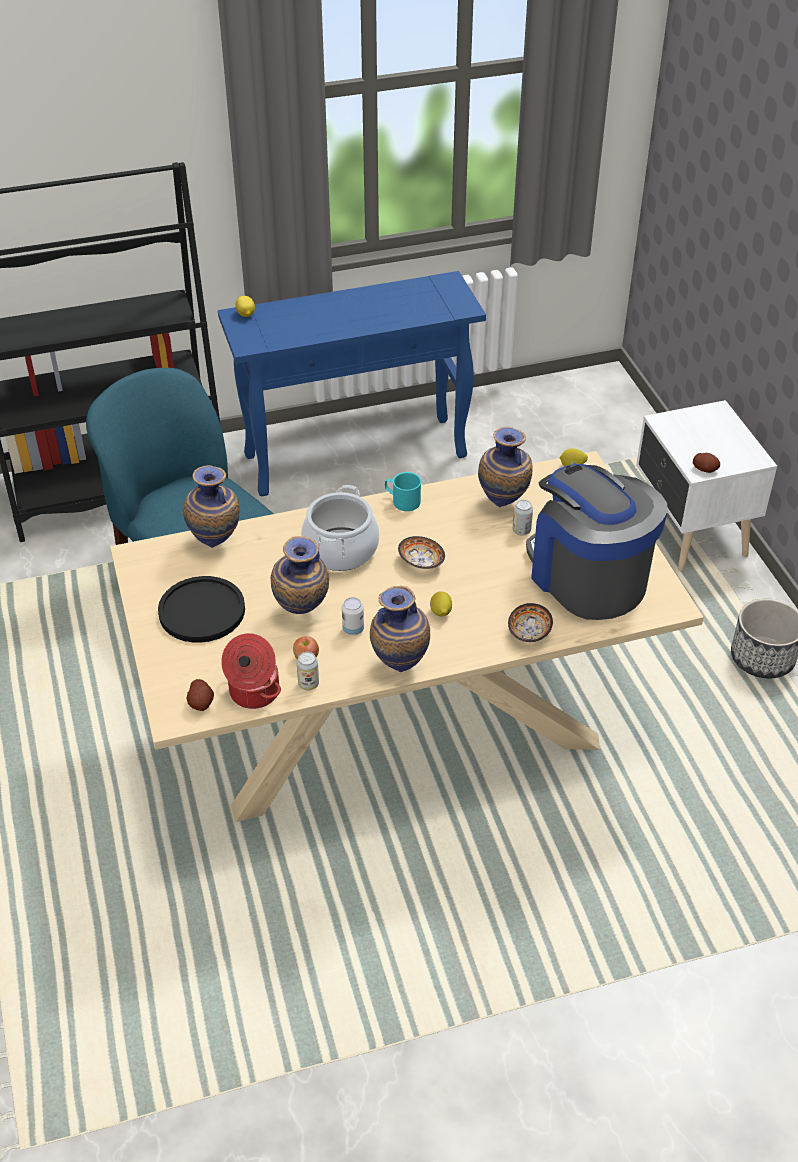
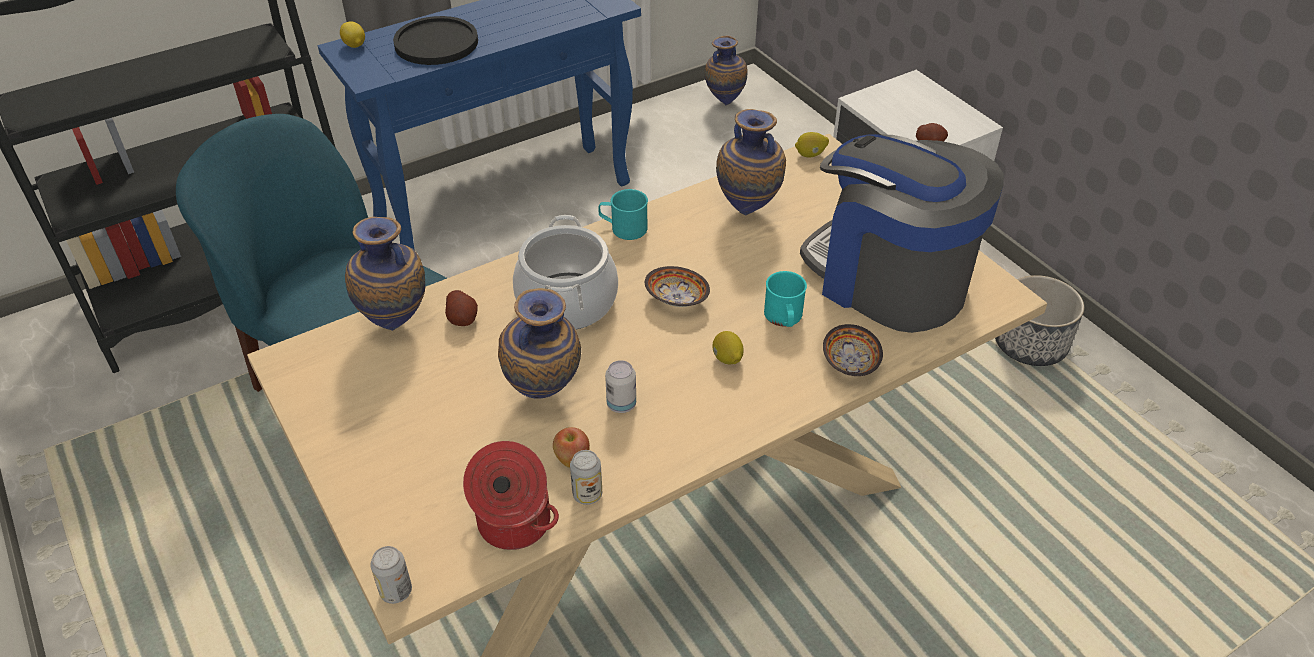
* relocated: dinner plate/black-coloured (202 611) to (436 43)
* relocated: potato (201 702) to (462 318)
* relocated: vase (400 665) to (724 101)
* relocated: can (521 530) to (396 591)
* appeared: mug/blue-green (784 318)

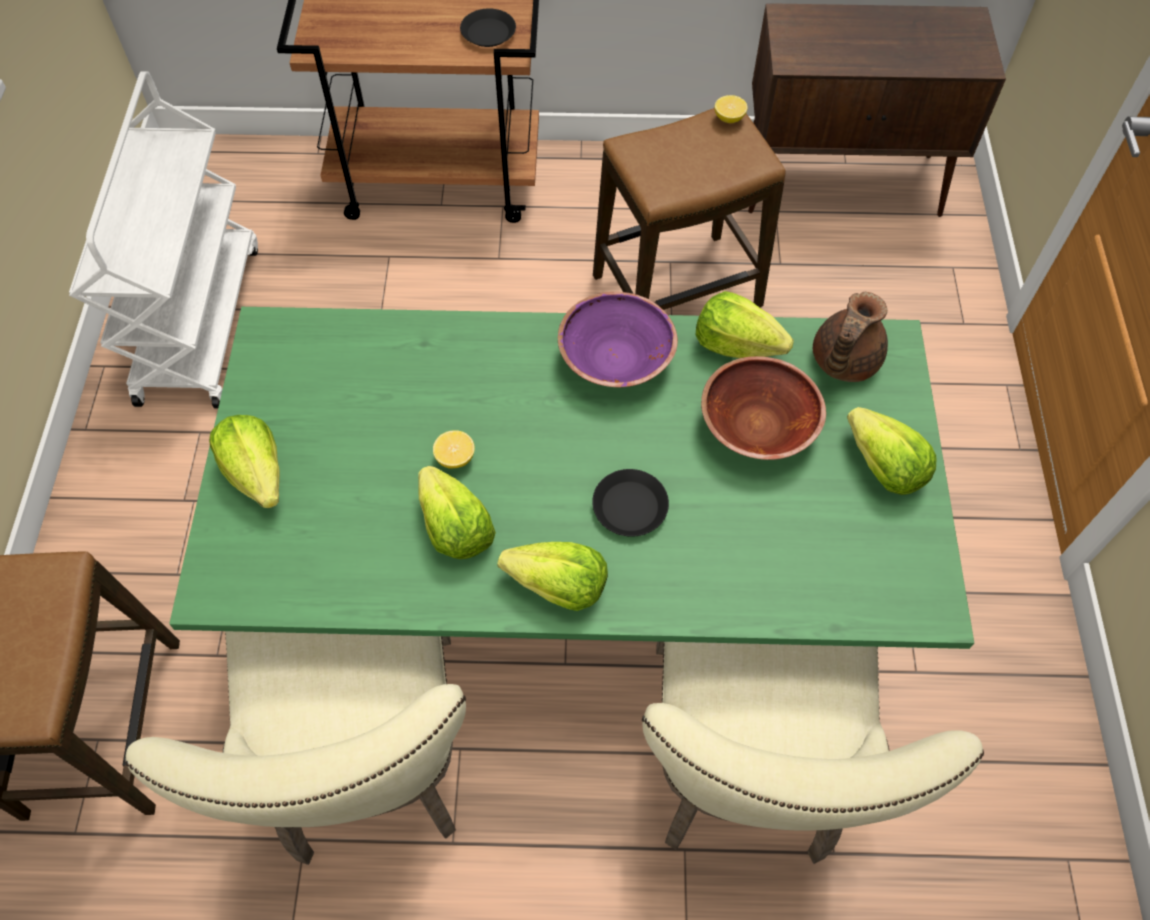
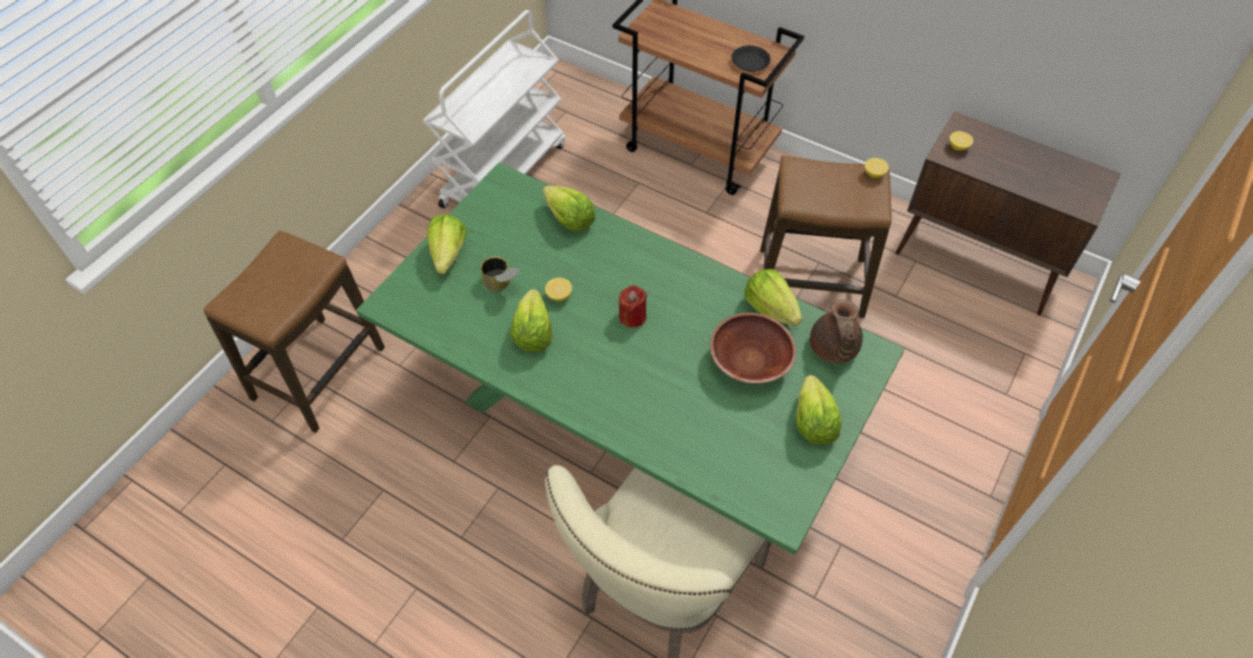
* missing: upright chair/sand-coloured (370 762)
* relocated: lettuce (558 587) to (569 219)
* missing: deep dish/purplish (615 359)
* missing: dinner plate/black-coloured (630 506)
* spun: teapot/brownish (842 361) = (833 349) 60 degrees counterclockwise
* appeared: can (502 285)
* appeared: candle/red (632 316)
* appeared: citrus fruit (958 147)

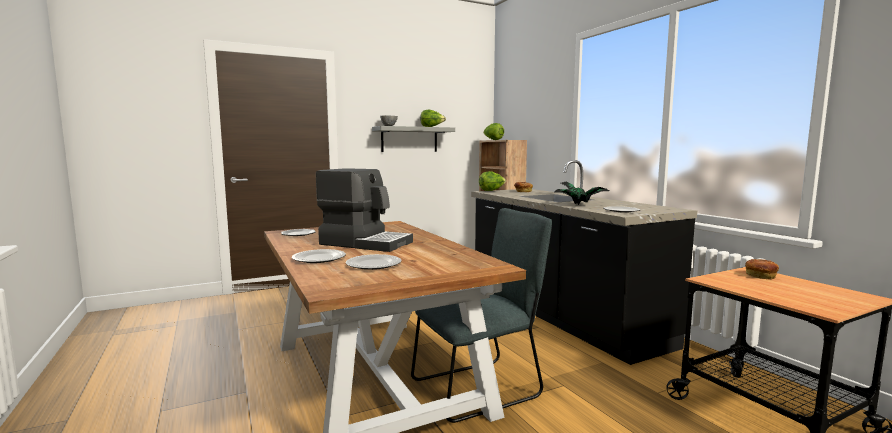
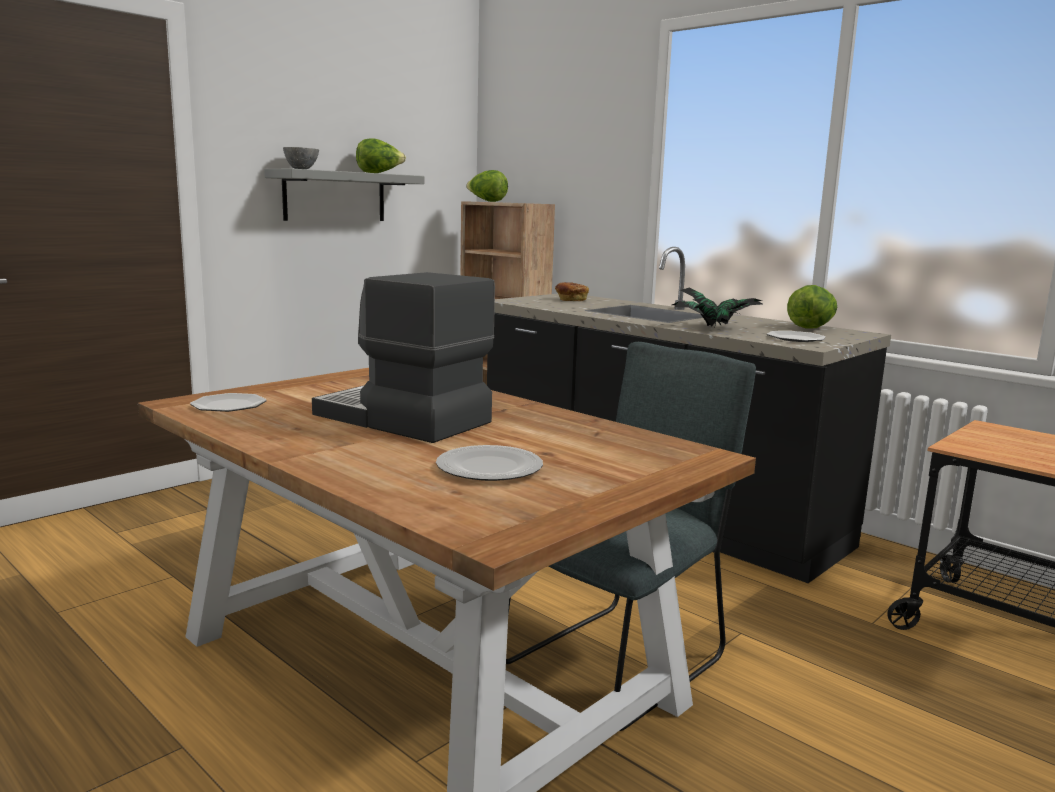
* missing: dinner plate (319 258)
* spun: coffee machine (366 243) = (401 419) 150 degrees counterclockwise
* relocated: lettuce (492 190) to (811 327)
* missing: bread (760 276)

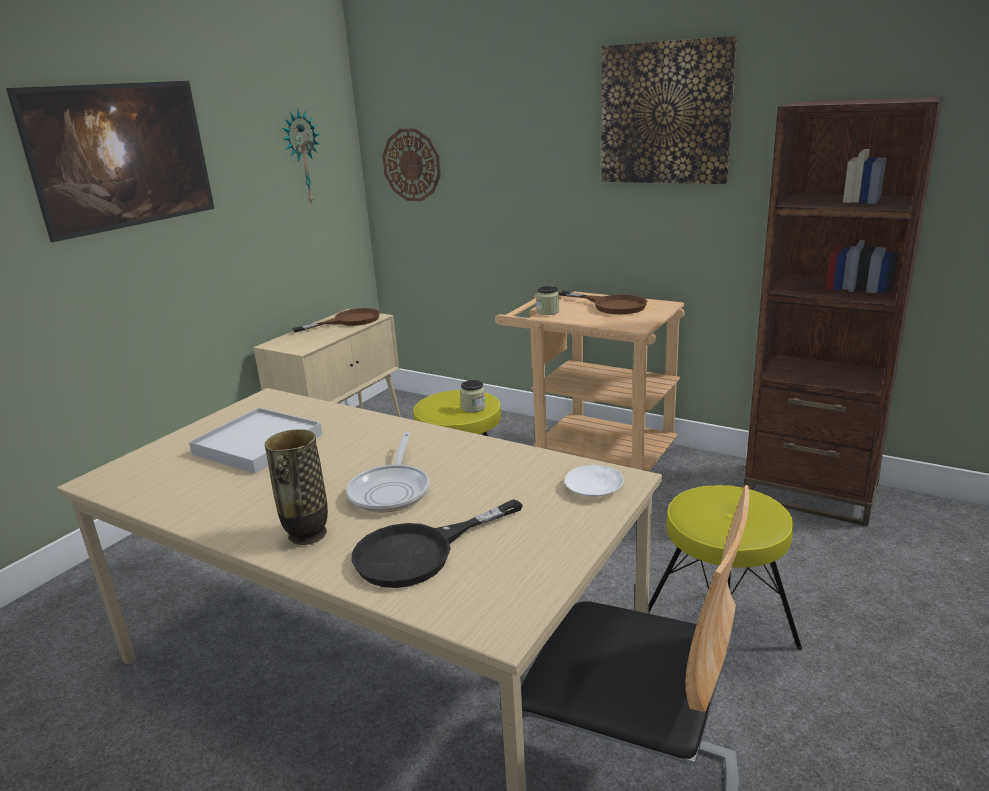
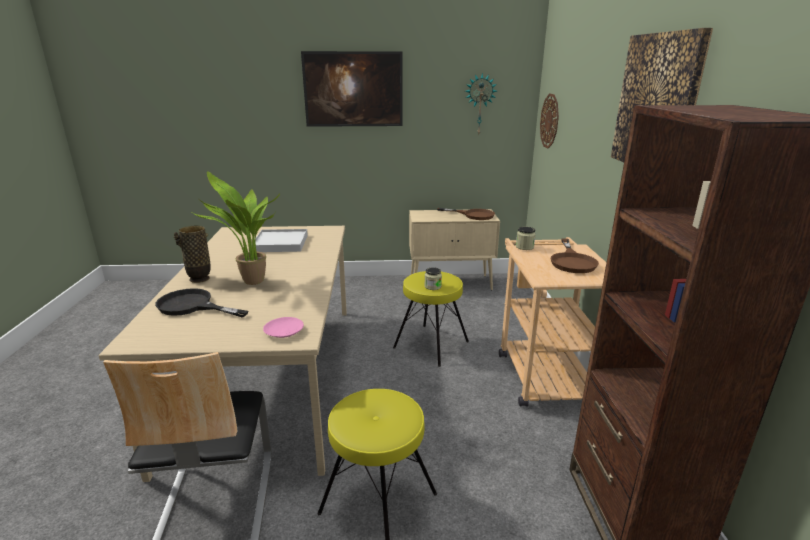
* exchanged: frying pan (391 490) to potted plant (250 283)
* colour: dinner plate/white-coloured (594 487) to dinner plate/pink-coloured (284 332)

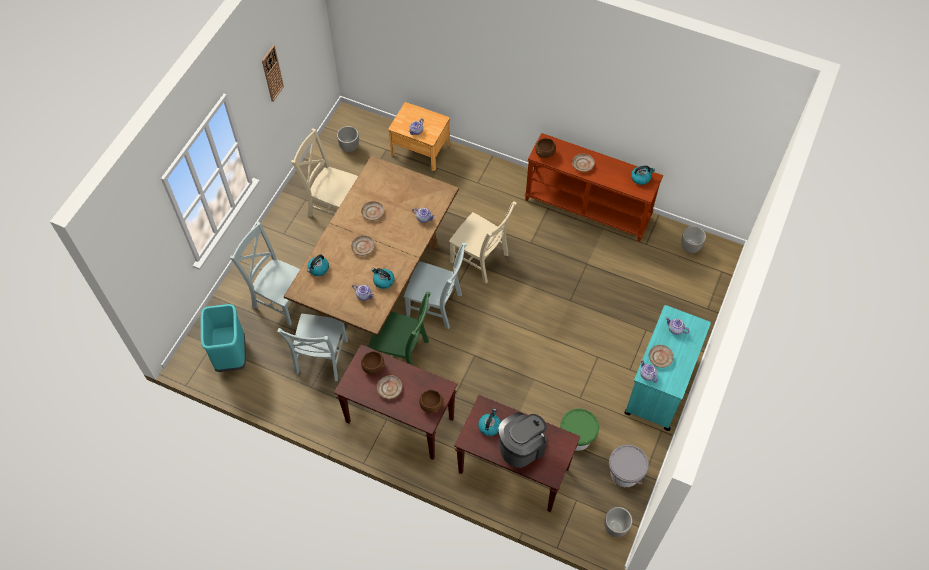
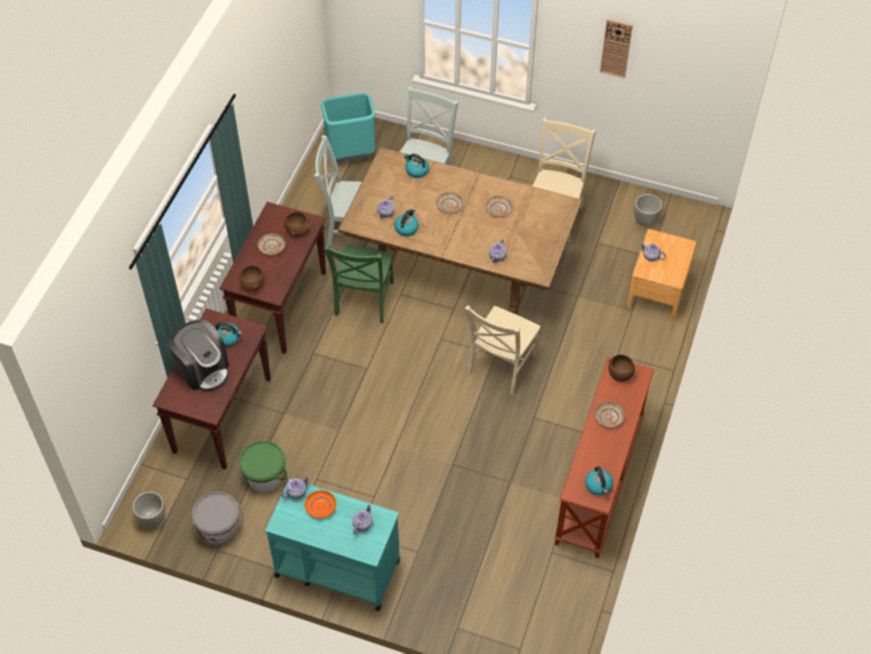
* missing: upright chair/grey (436 306)
* colour: dinner plate/sand-coloured (660 358) to dinner plate/orangey (320 507)
* missing: plant pot (690 247)

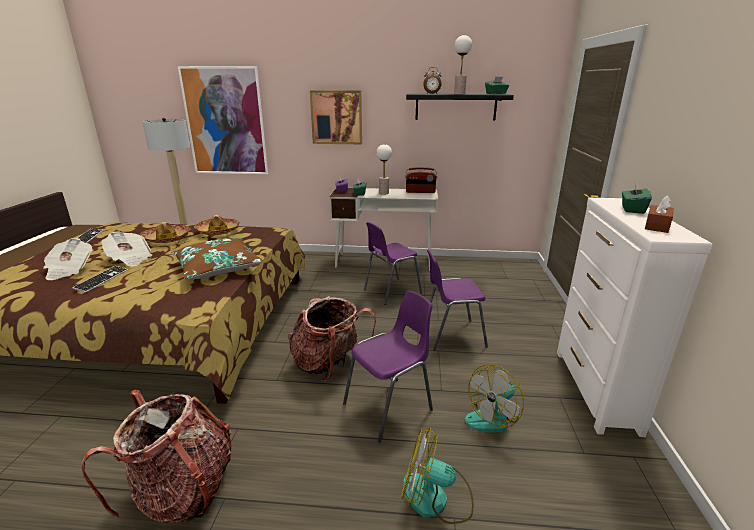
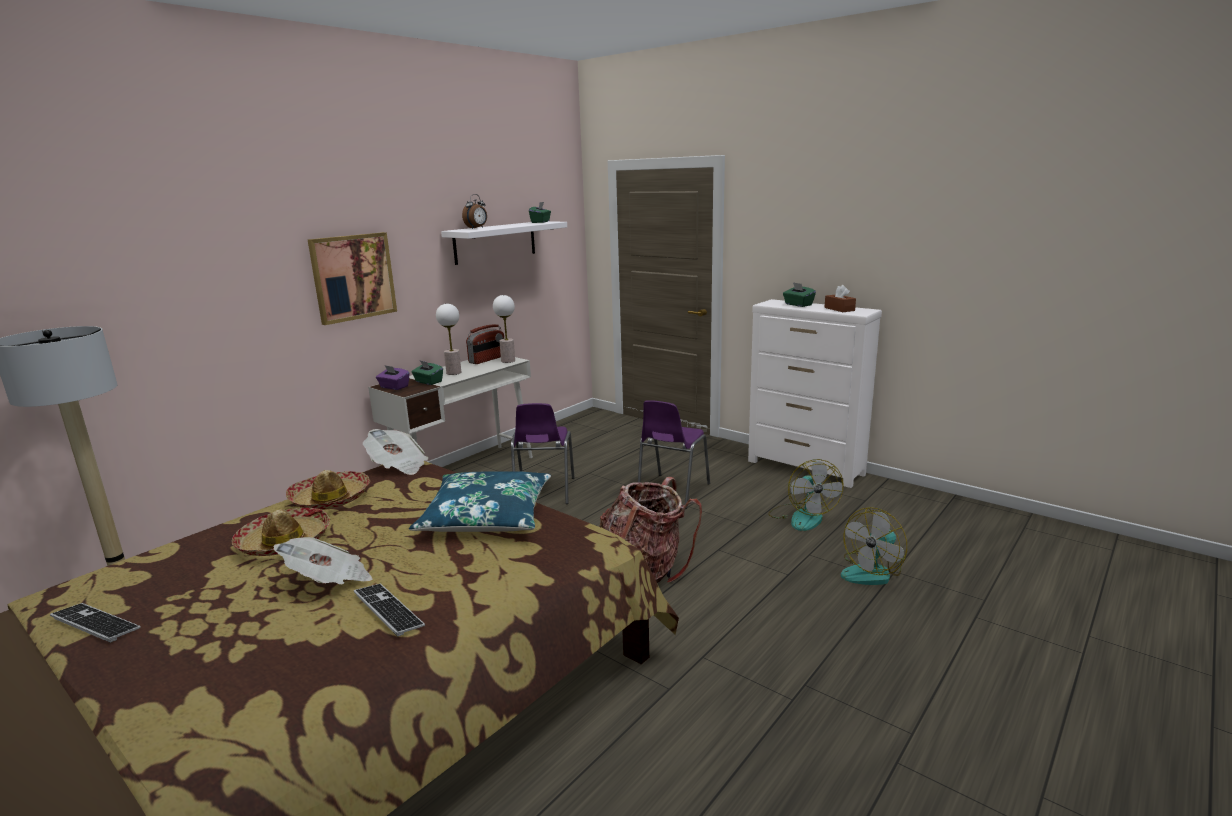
* relocated: printed paper (69 270) to (398 466)
* missing: rucksack (183 490)
* colour: pillow/brownish (217 267) to pillow/bluish (486 516)
* missing: picture (225 122)
* missing: upright chair/purplish (390 407)
* colour: wall shelf/black-coloured (455 107) to wall shelf/white-coloured (495 242)
* relocated: table lamp (459 94) to (508 361)

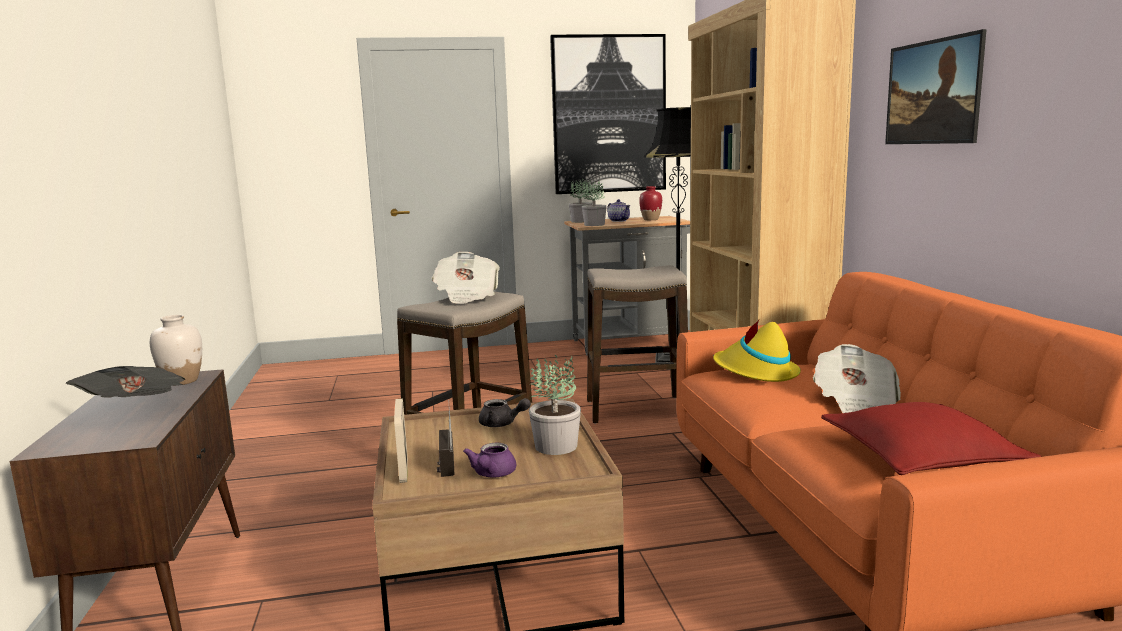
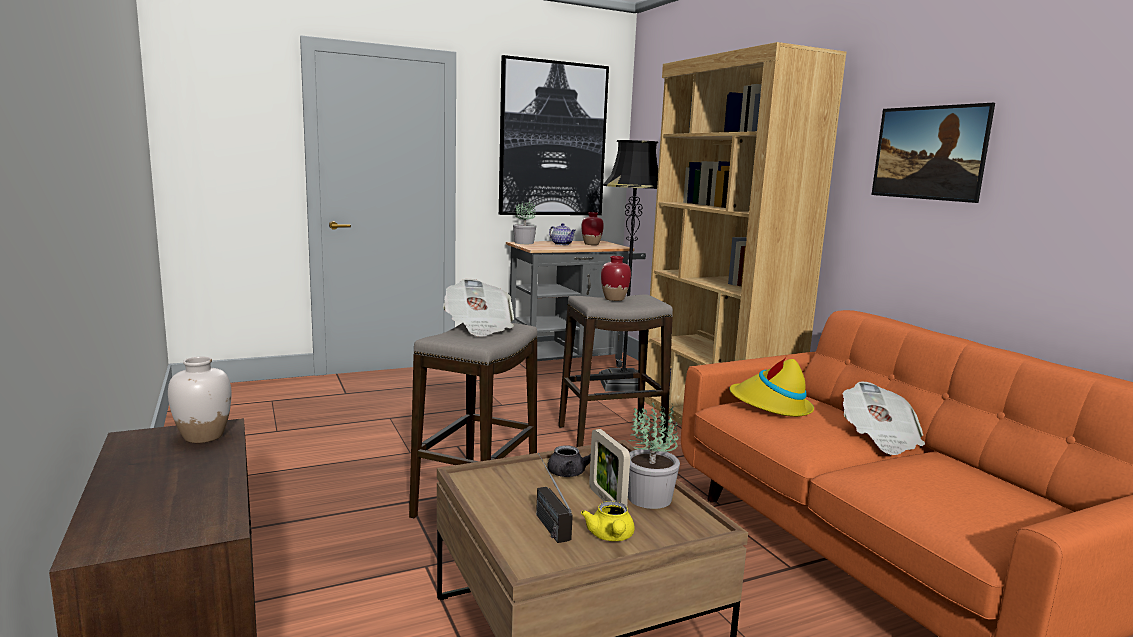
* missing: printed paper (136 410)
* relocated: standing frame (403 470) to (607 501)
* colour: teapot/purplish (492 474) to teapot/yellow (611 537)
* missing: potted plant (594 224)
* missing: pillow/red (921 457)
* appeared: vase/red (614 299)

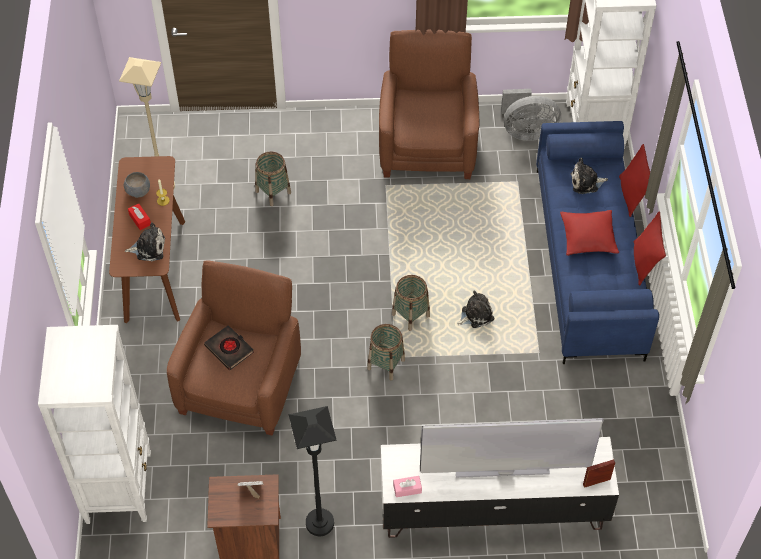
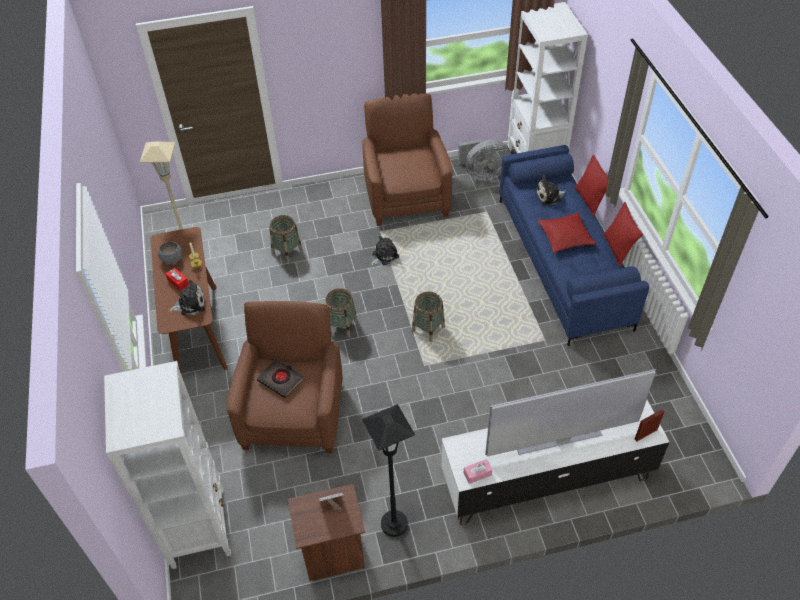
* relocated: household basket (386 364) to (342 326)
* relocated: cuddly toy (475 315) to (383 256)

